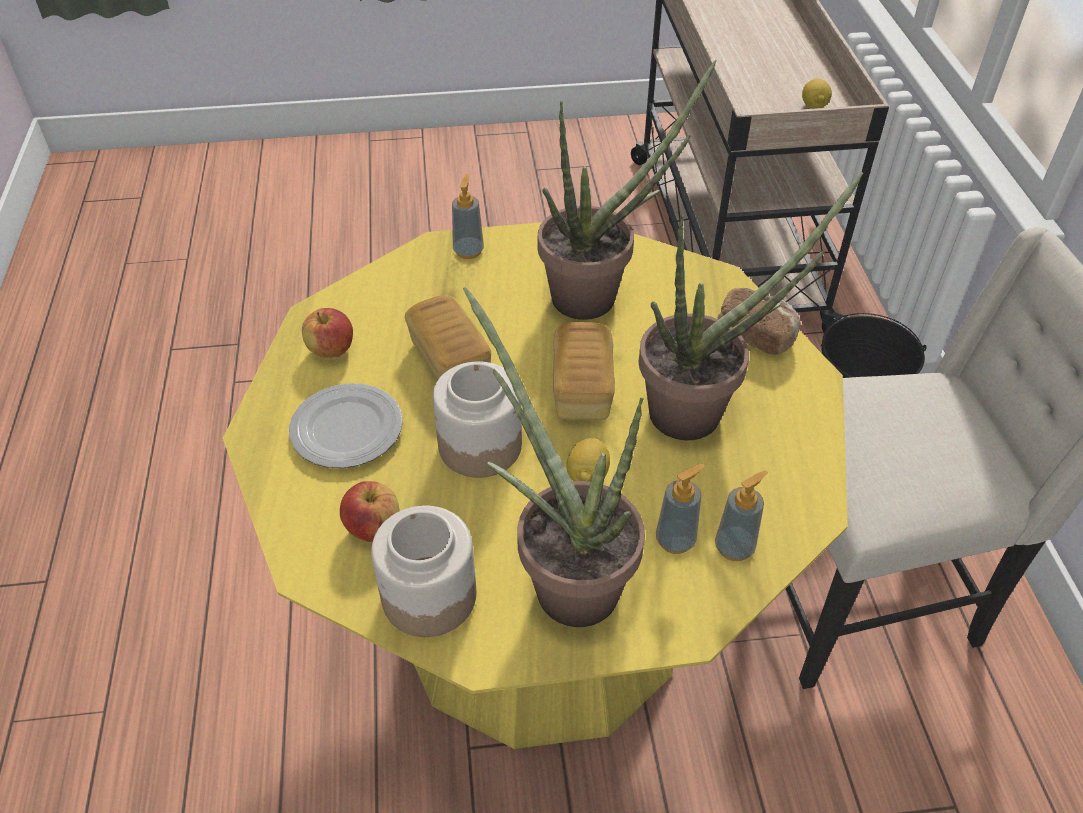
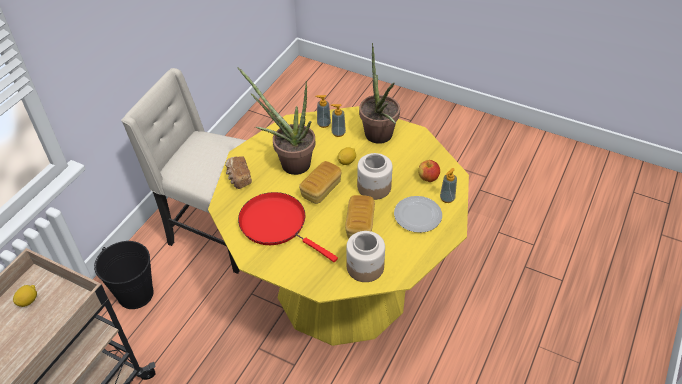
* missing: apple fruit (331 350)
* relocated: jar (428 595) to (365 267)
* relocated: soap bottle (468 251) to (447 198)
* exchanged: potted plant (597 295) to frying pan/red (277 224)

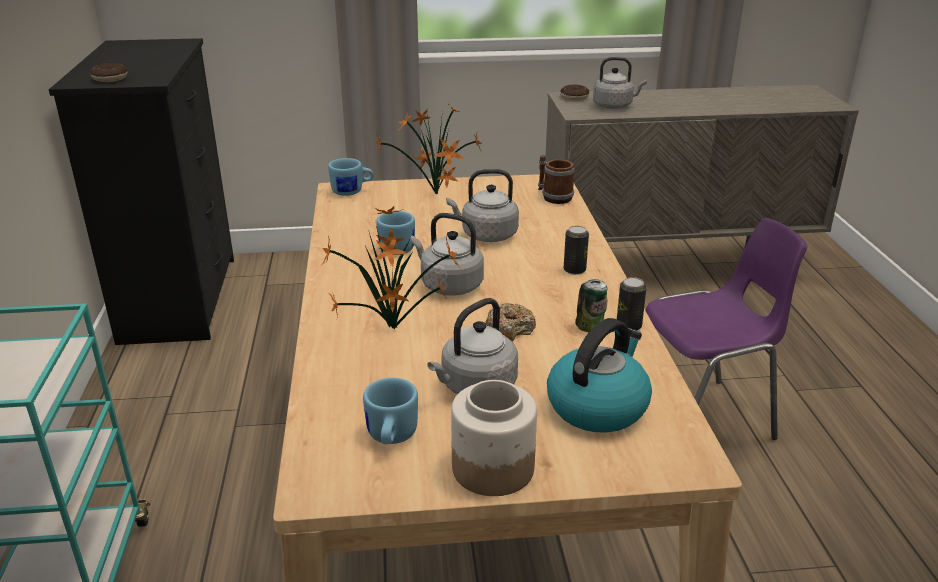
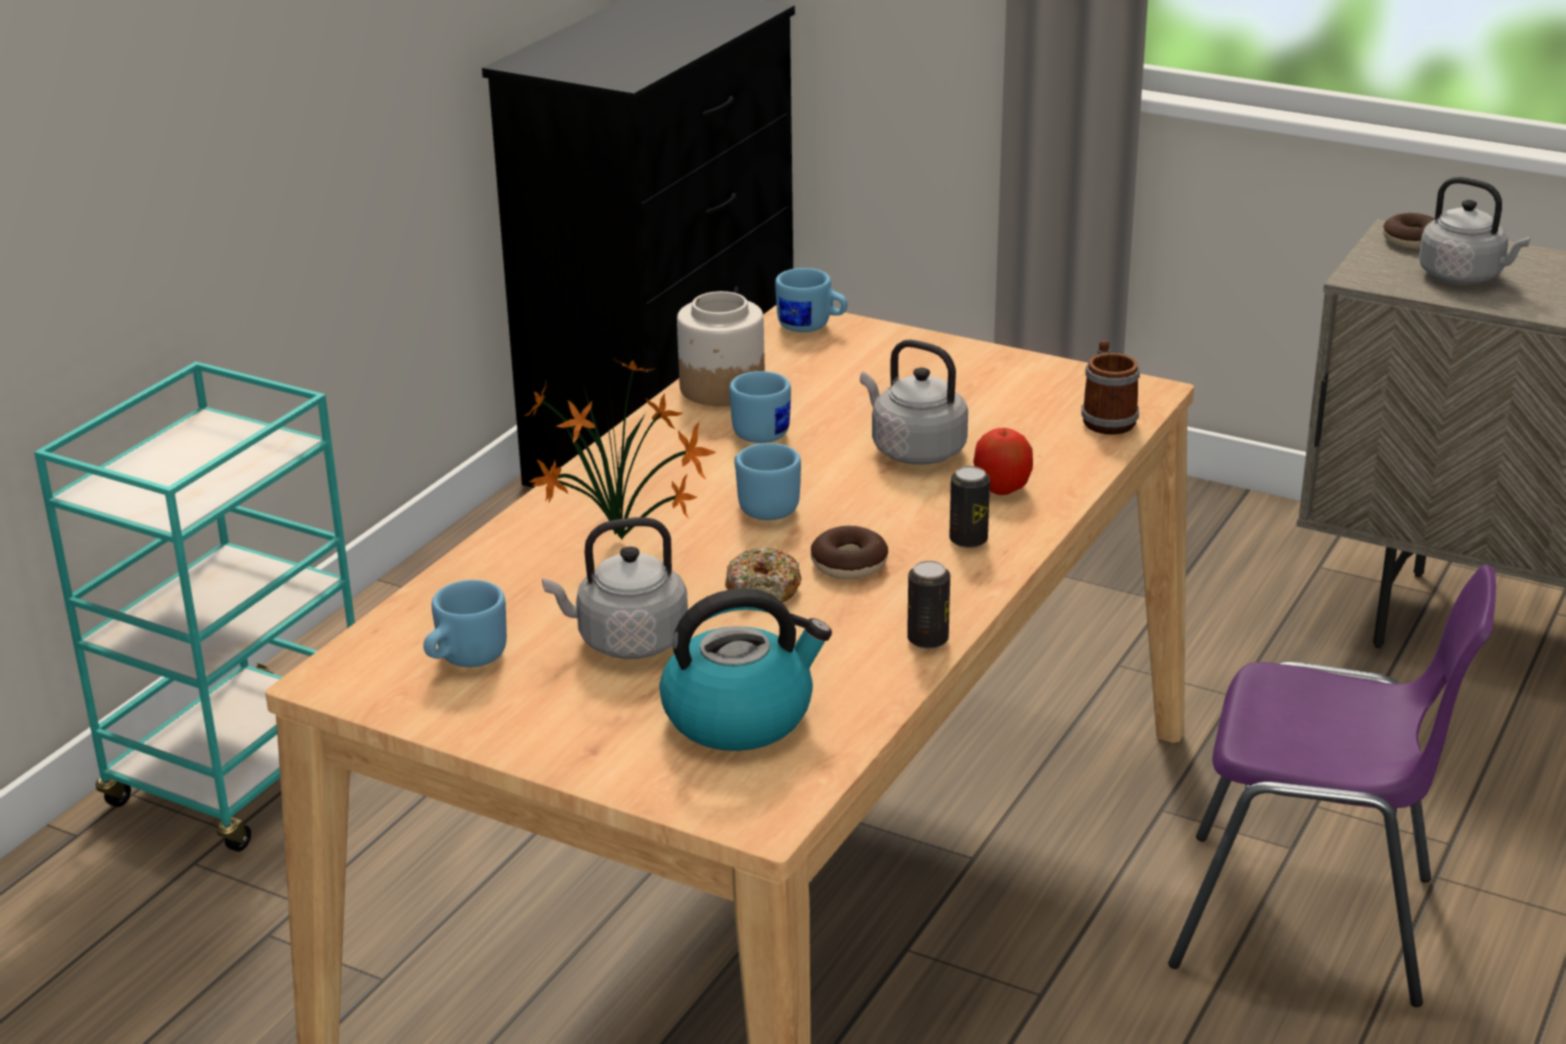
* relocated: donut (110 79) to (849 564)
* missing: potted plant (436 196)
* exchanged: tea kettle/grey (448 285) to mug/bluish (763 505)
* relocated: jar (491 468) to (721 387)
* missing: can (590 327)
* appeared: apple fruit (1002 488)

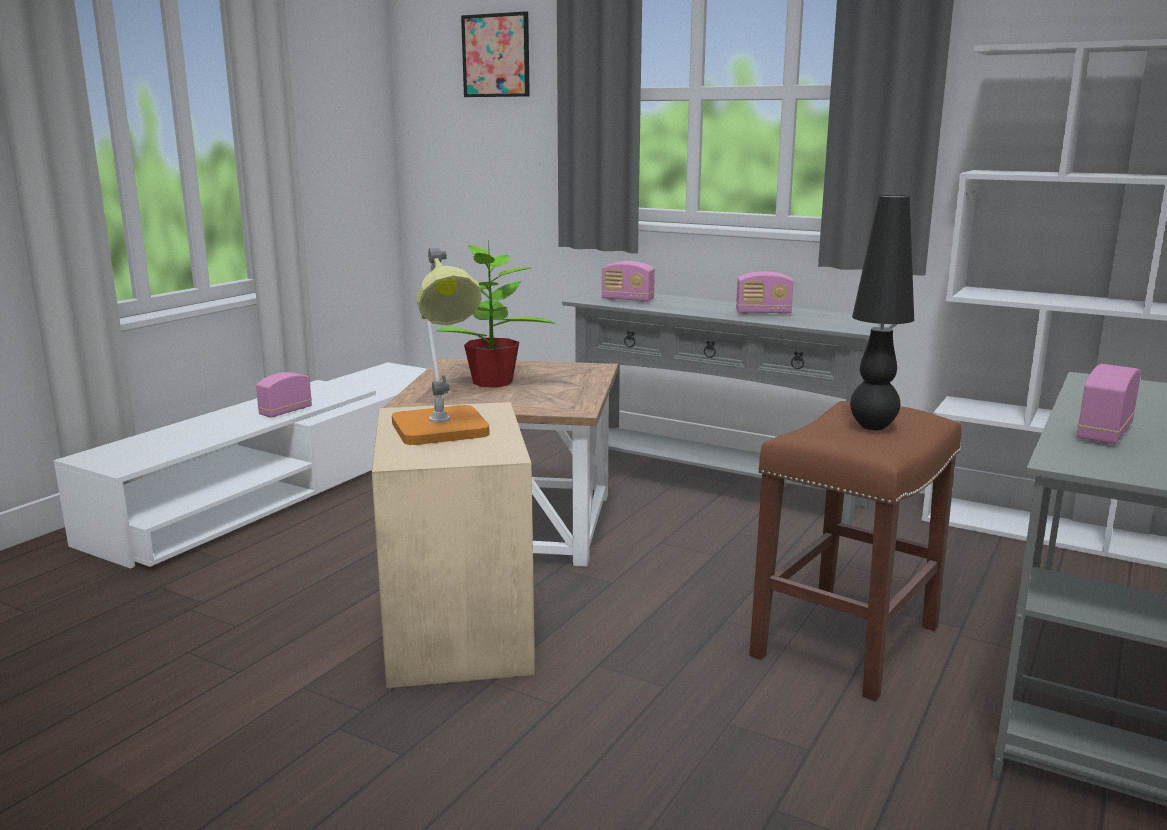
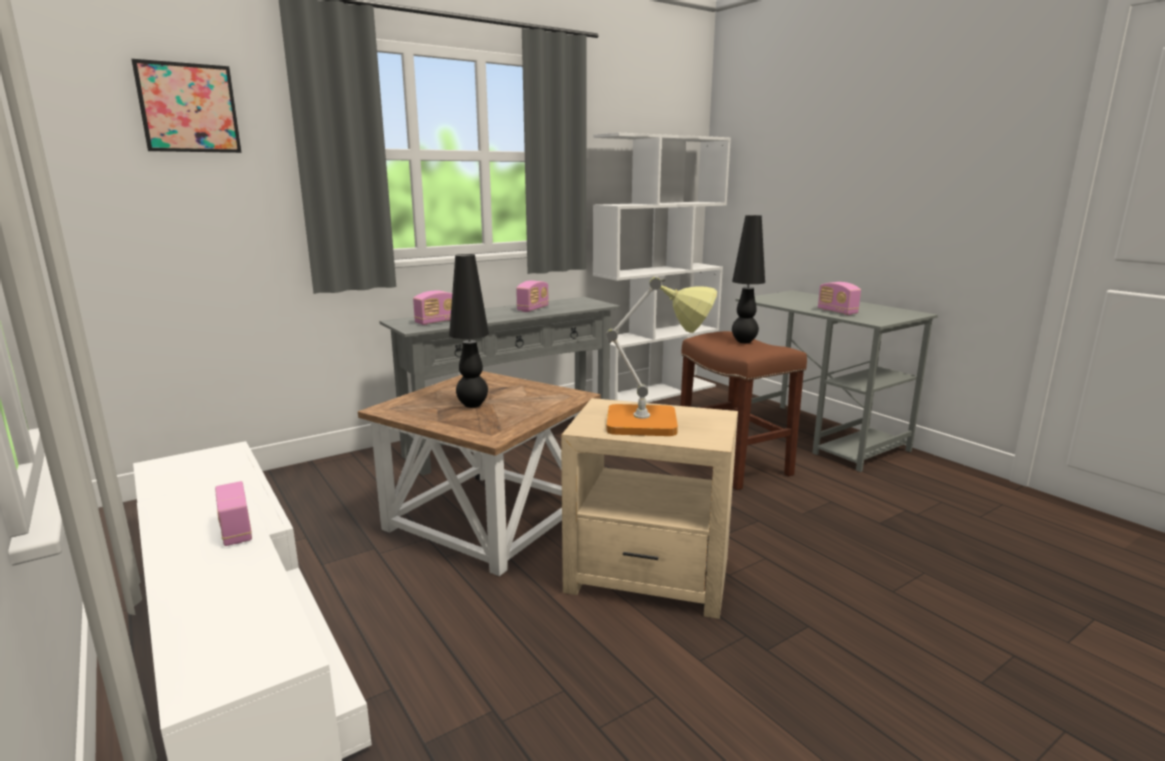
* exchanged: potted plant (493 382) to table lamp/black-coloured (472 405)

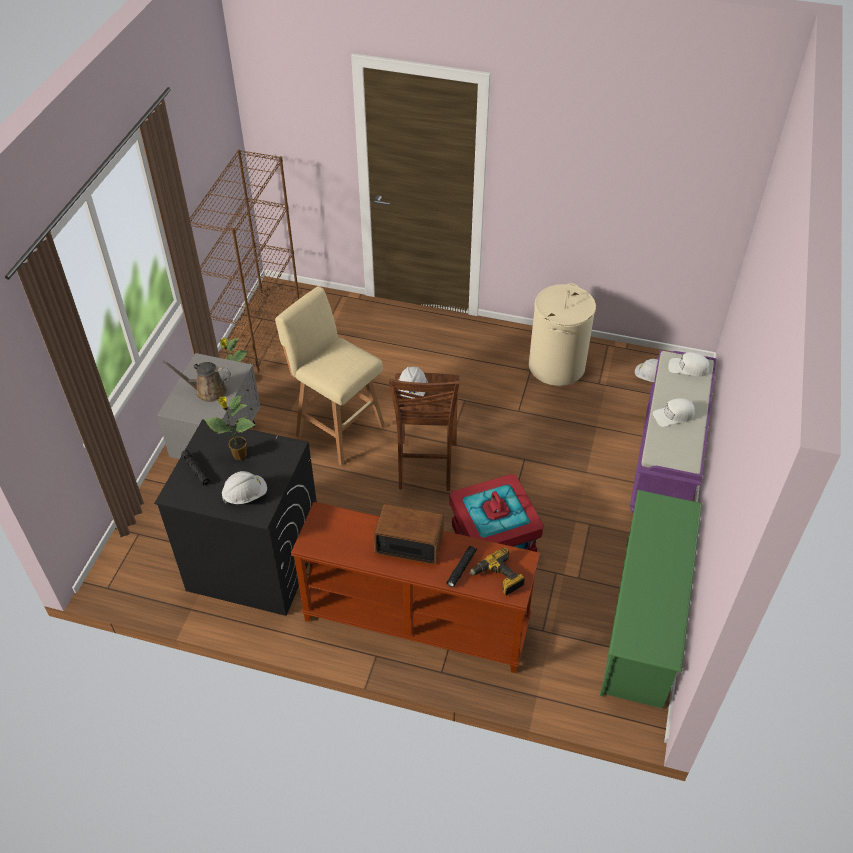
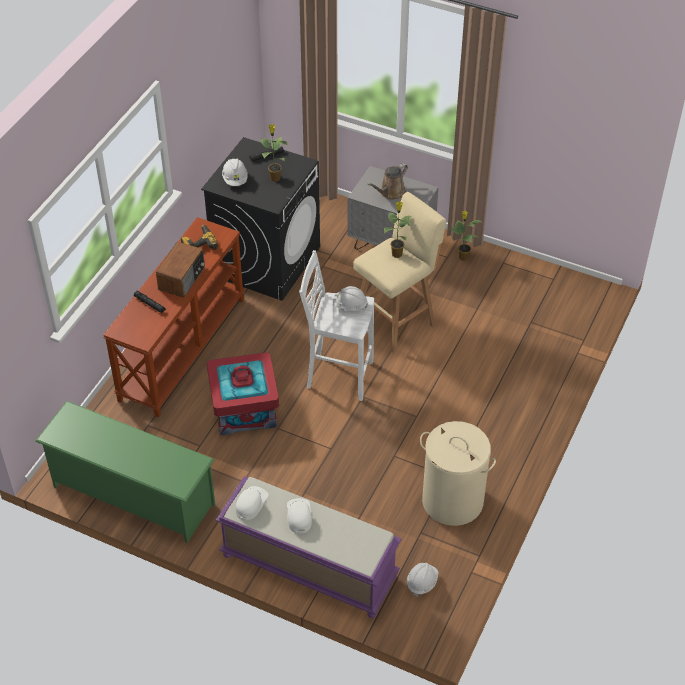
* spun: sprinkling can/brownish (207 391) = (390 193) 150 degrees counterclockwise
* missing: bookcase/brownish (259 329)
* colour: sitting stool/brownish (425 467) to sitting stool/white-coloured (338 375)
* relocated: power drill (498 577) to (198 243)
* relocated: cap/white-coloured (688 368) to (251 503)
* appeared: potted plant (397 253)

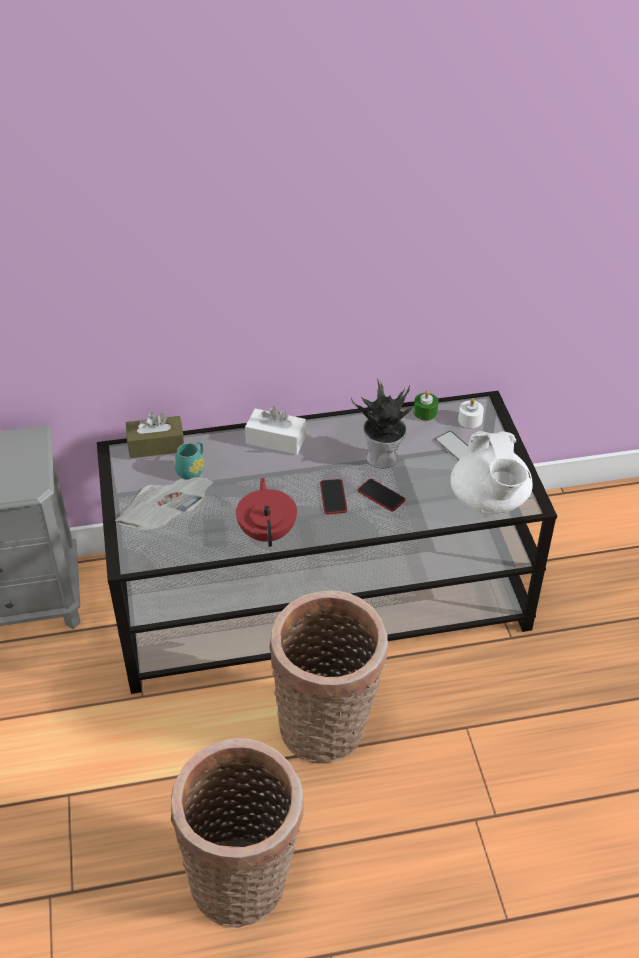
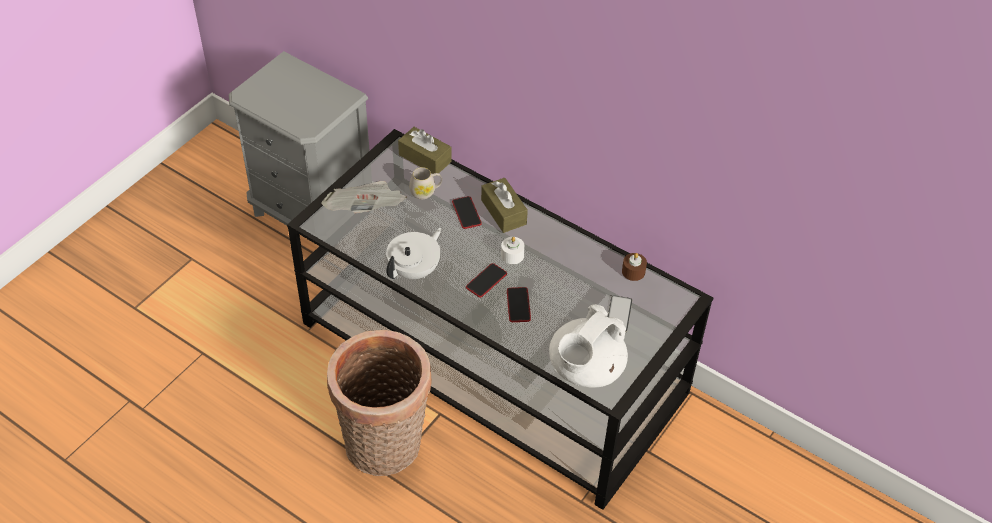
* missing: household basket (245 881)
* colour: mug/blue-green (192 469) to mug/white-coloured (426 191)
* colour: teapot/red (268 532) to teapot/white-coloured (415 270)
* colour: box of tissues/white-coloured (276 440) to box of tissues/brownish (503 212)
* missing: potted plant (383 458)
* colour: candle/green-coloured (425 412) to candle/brownish (633 271)
* relocated: candle/white-coloured (470 420) to (512 255)
* appeared: phone (466 213)

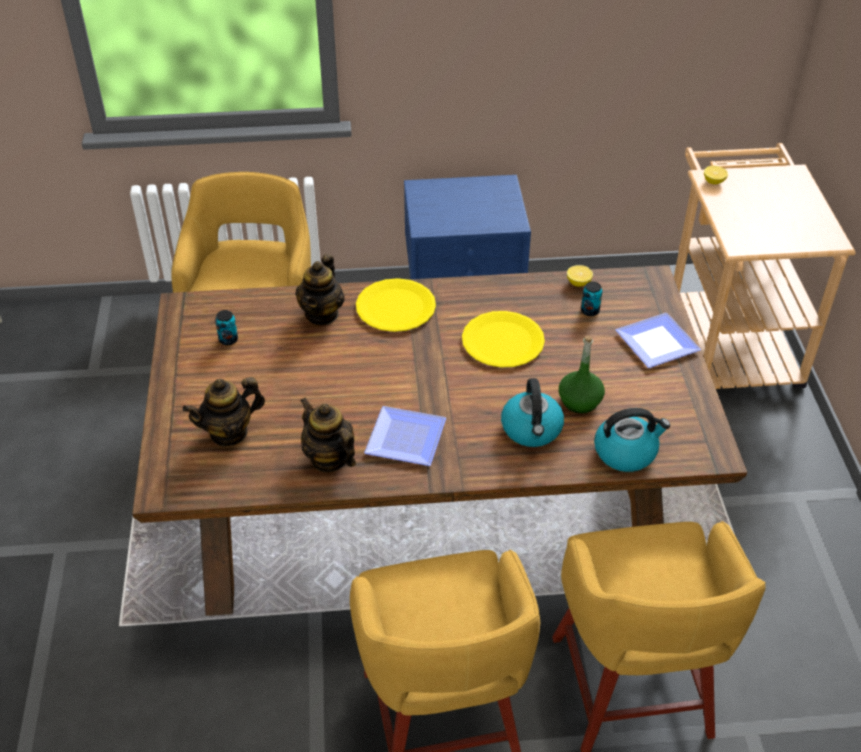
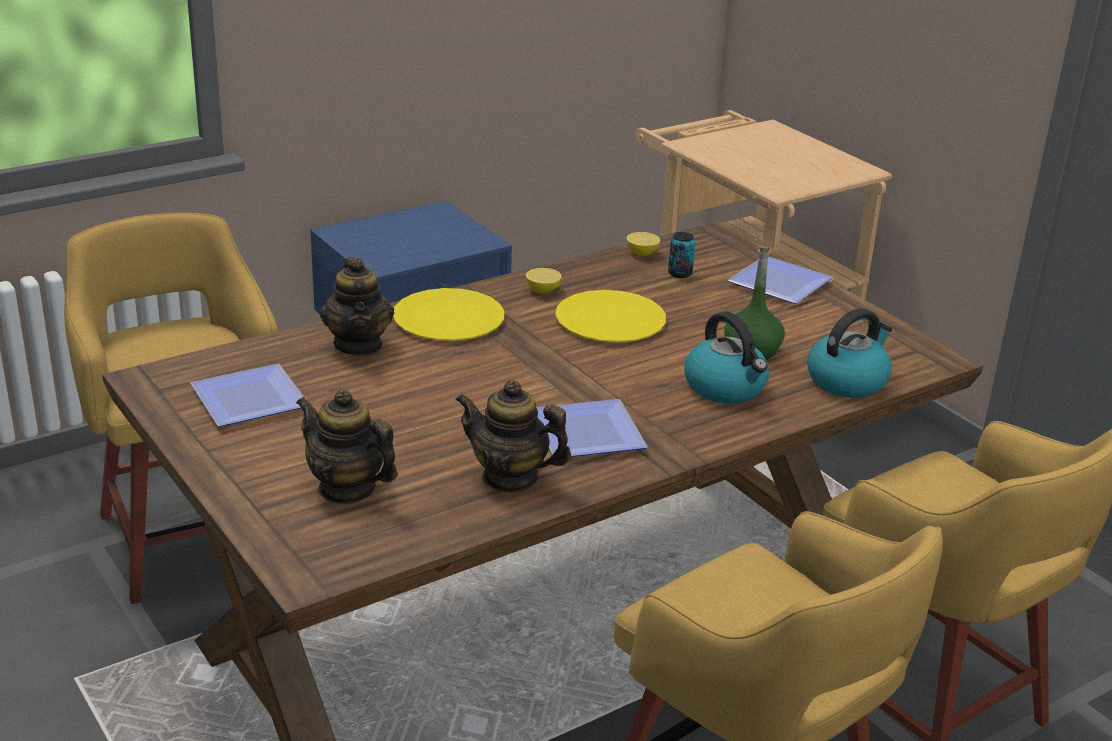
* spun: teapot (229 433) = (347 489) 90 degrees clockwise
* exchanged: can (228 340) to dinner plate (252 397)
* relocated: citrus fruit (714 181) to (543 290)

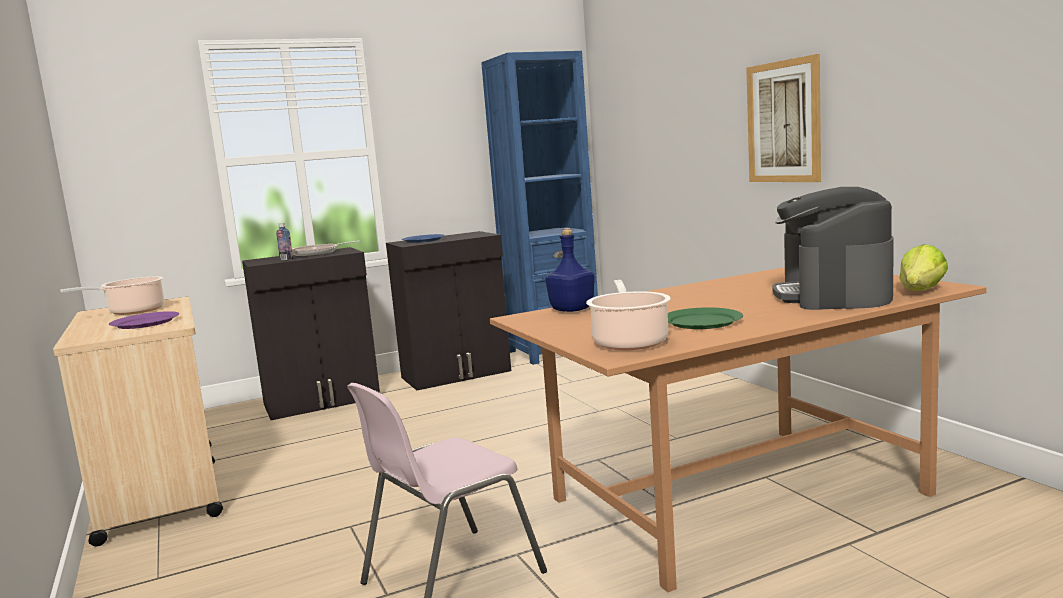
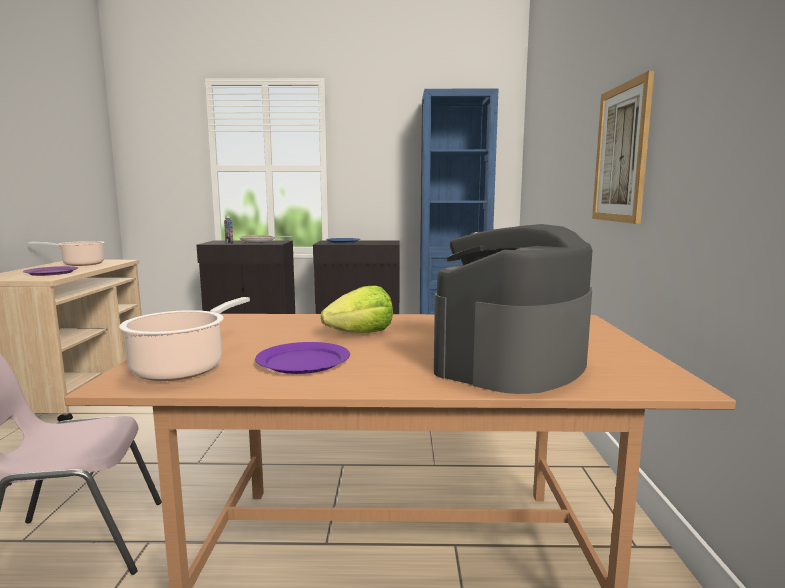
* missing: drink bottle/bluish (571 310)
* colour: dinner plate/green-coloured (702 322) to dinner plate/purplish (303 362)
* relocated: lettuce (921 291) to (361 333)

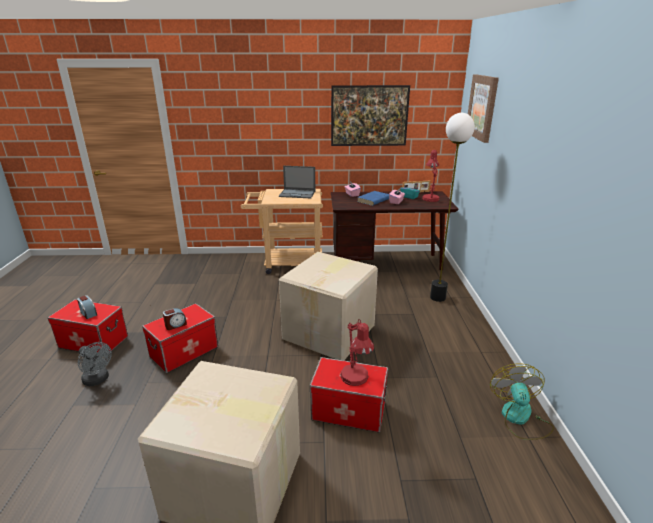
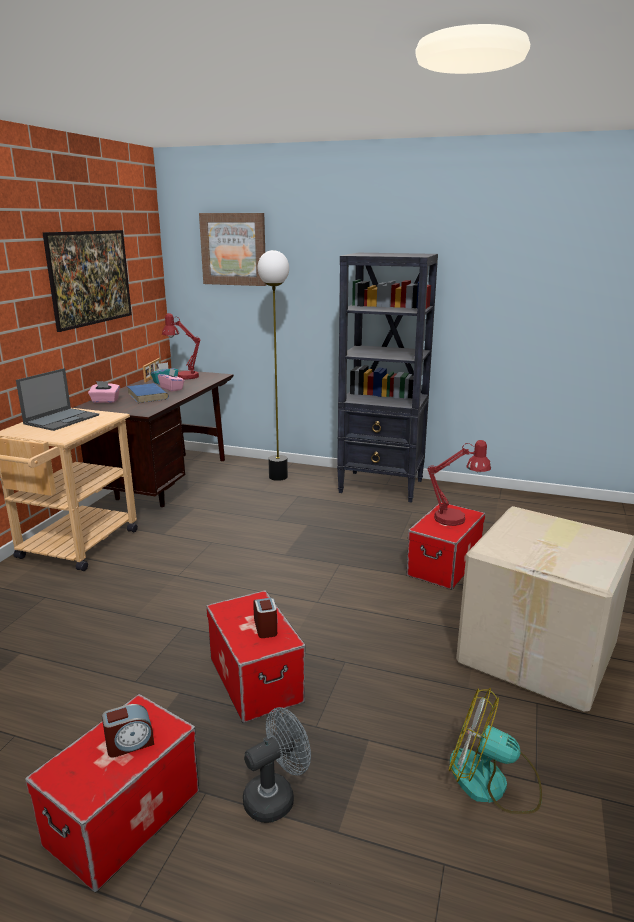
* missing: cardboard box (330 332)
* relocated: fan (519 418) to (492 782)
* appeared: bookcase/black-coloured (382 486)

